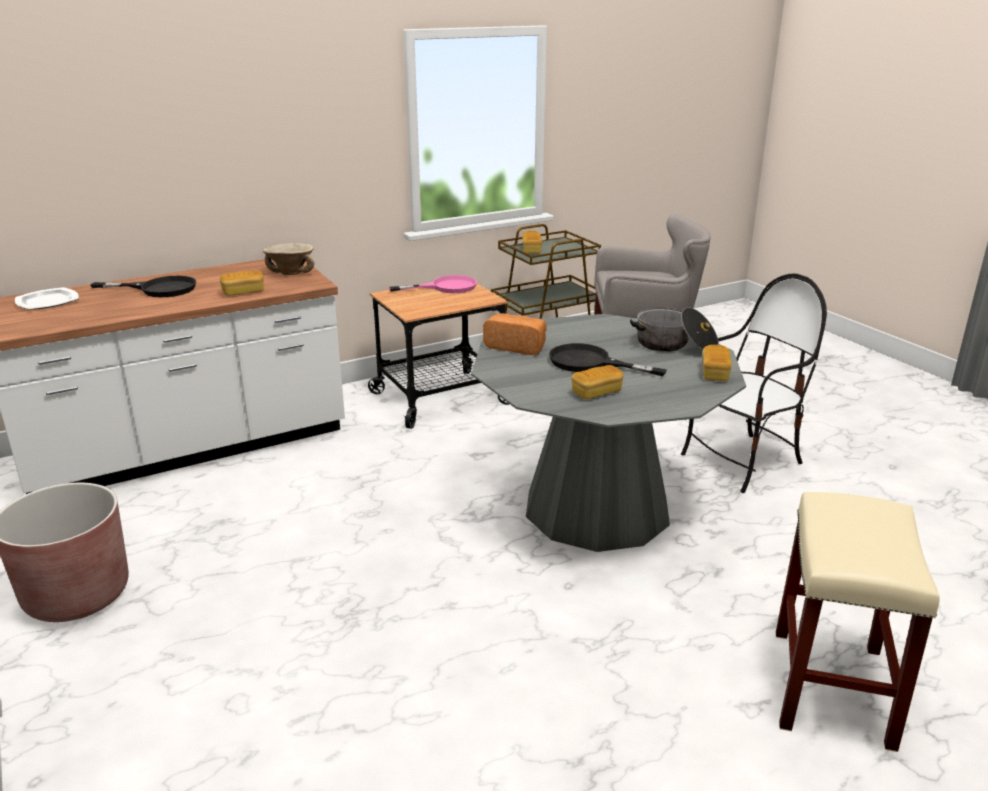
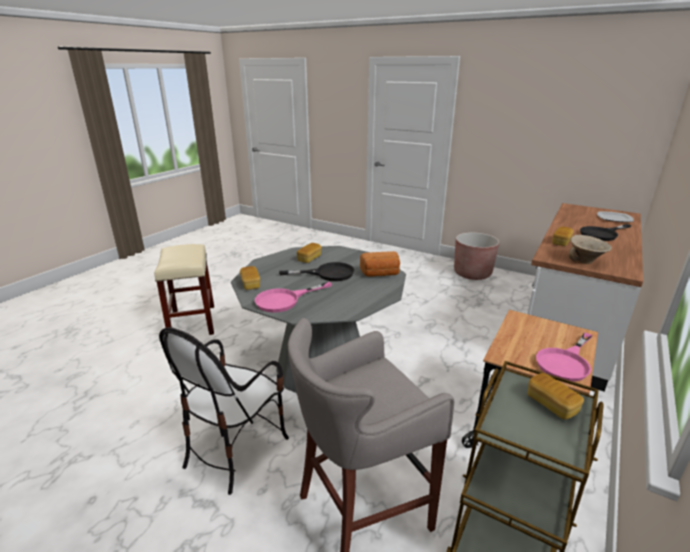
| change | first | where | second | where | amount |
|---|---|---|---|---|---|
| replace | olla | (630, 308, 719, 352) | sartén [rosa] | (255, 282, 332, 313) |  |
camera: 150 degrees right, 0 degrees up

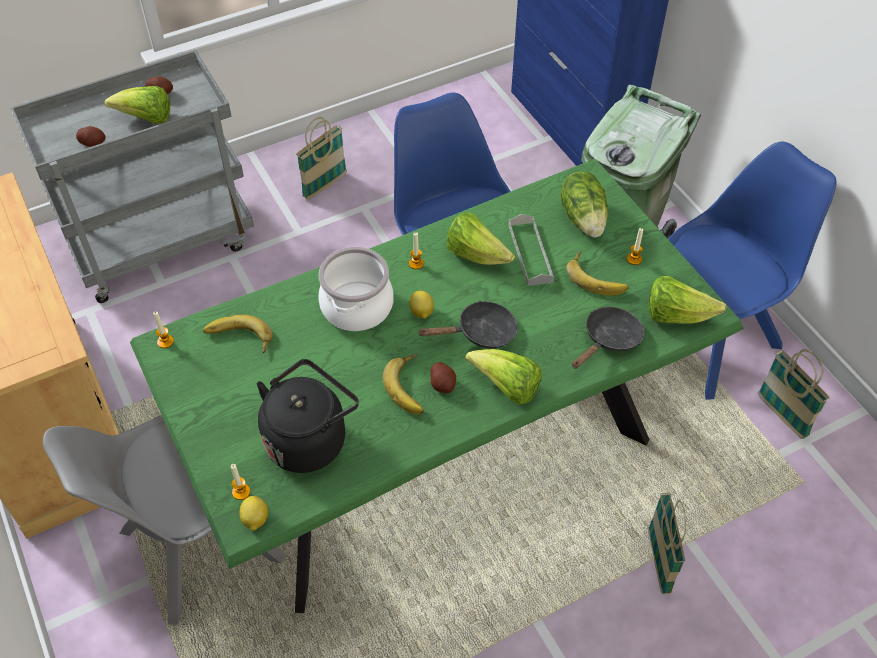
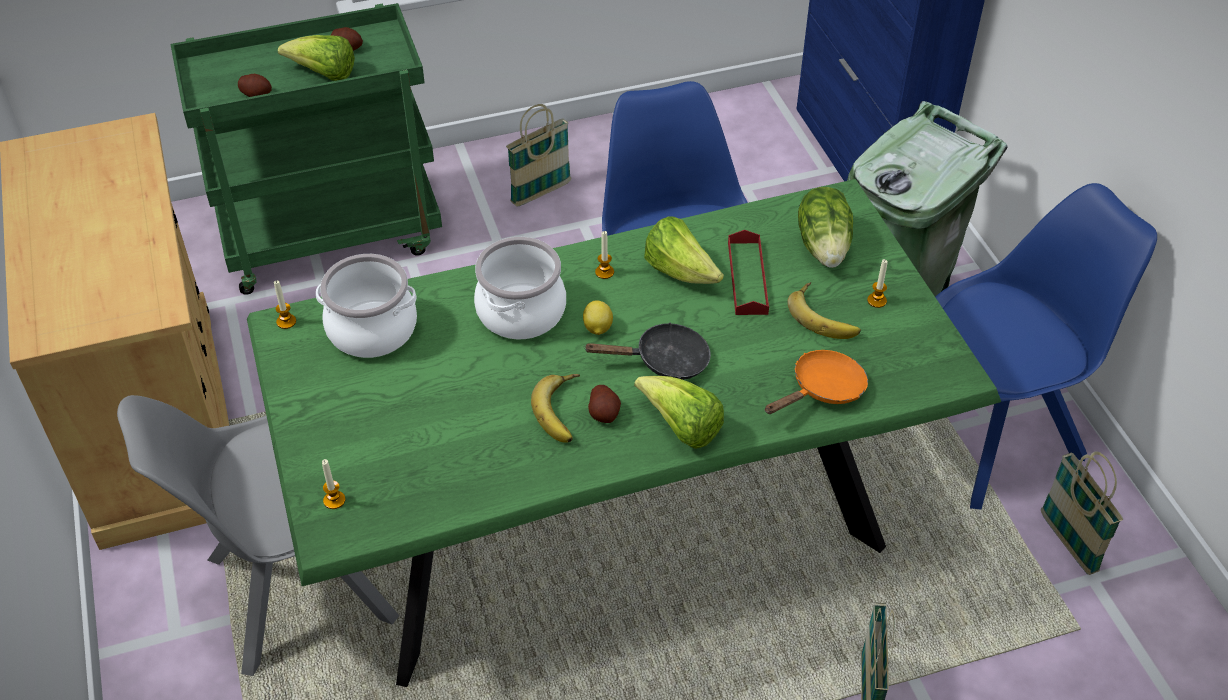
| change | first | where | second | where | amount |
|---|---|---|---|---|---|
| recolor | carrito [gris] | (10, 50, 254, 303) | carrito [verde] | (170, 3, 442, 295) |  |
| replace | plátano | (203, 315, 273, 353) | olla | (316, 254, 417, 358) |  |
| recolor | bandeja [gris] | (508, 214, 554, 286) | bandeja [rojo] | (728, 230, 769, 315) |  |
| recolor | sartén [negro] | (572, 307, 644, 369) | sartén [naranja] | (765, 350, 868, 414) |  |
| delete | limón | (240, 496, 268, 531) |  |  |  |
| delete | hervidor [negro] | (257, 359, 359, 473) |  |  |  |
| delete | lechuga | (649, 276, 727, 324) |  |  |  |
camera: 10 degrees right, 5 degrees down

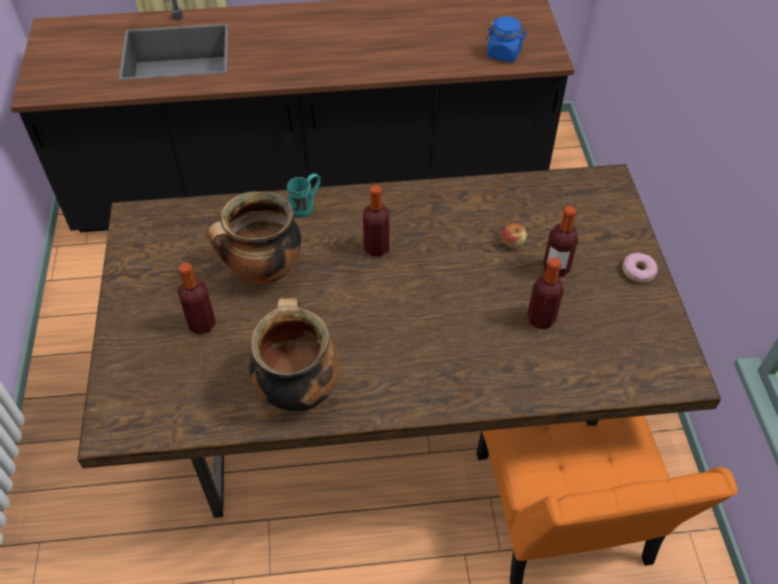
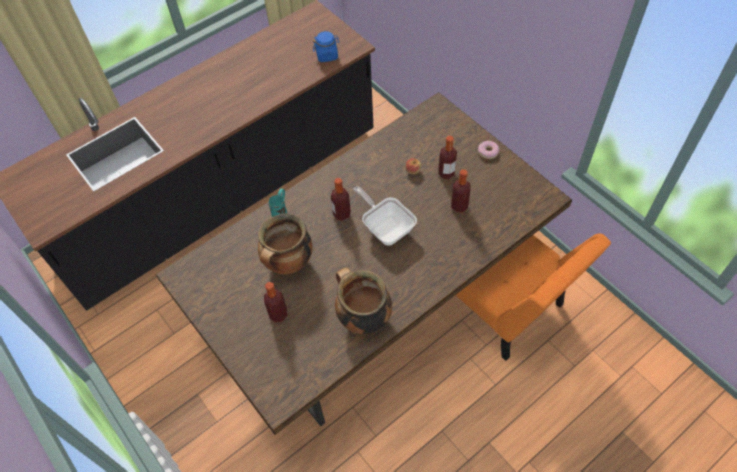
| change | first | where | second | where | amount |
|---|---|---|---|---|---|
| insert |  |  | sartén | (353, 186, 417, 246) |  |
camera: 30 degrees left, 5 degrees up

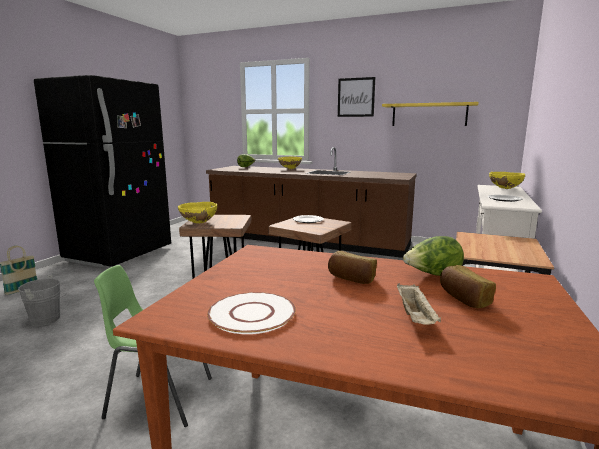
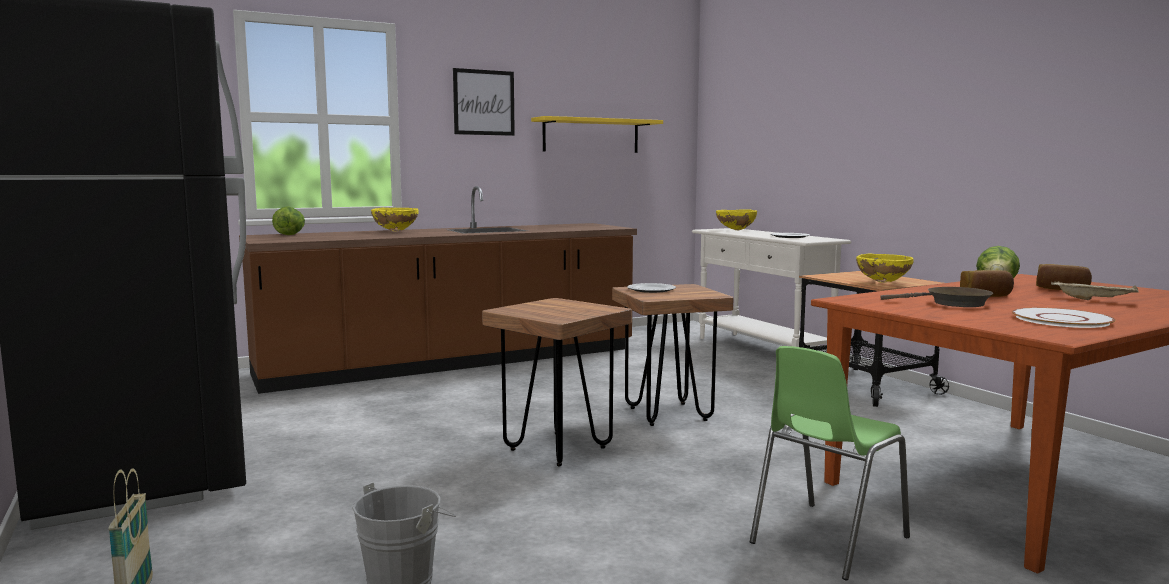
| change | first | where | second | where | amount |
|---|---|---|---|---|---|
| move | cuenco [amarillo] | (178, 202, 217, 223) |  | (856, 254, 913, 283) |  |
| insert |  |  | sartén [marrón] | (880, 287, 993, 307) |  |
camera: 50 degrees left, 5 degrees down

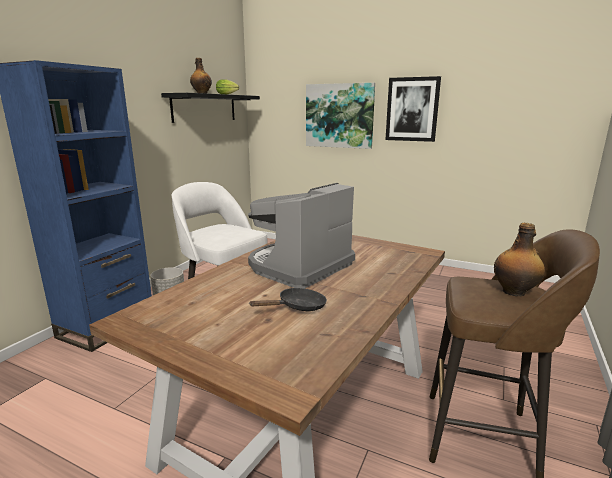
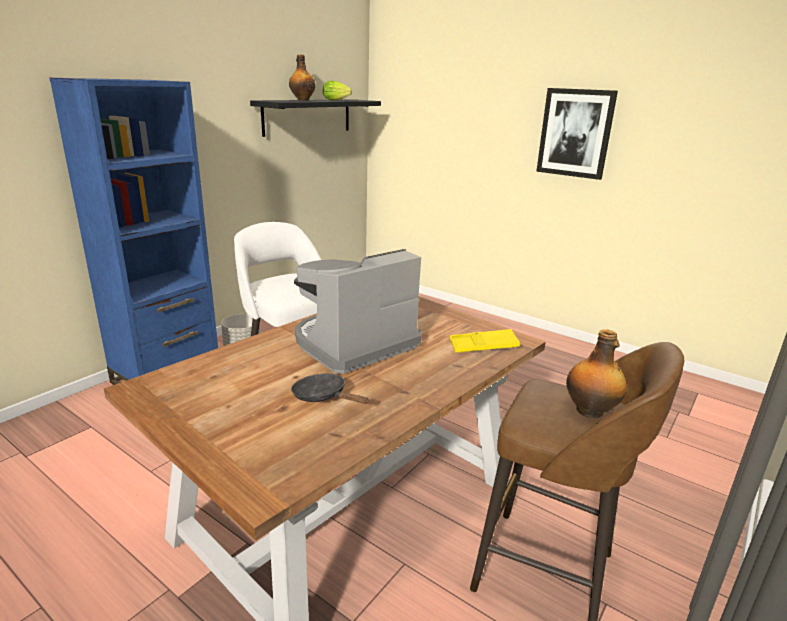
| change | first | where | second | where | amount |
|---|---|---|---|---|---|
| rotate | sartén [negro] | (249, 288, 327, 311) |  | (291, 374, 369, 404) | 120 degrees counterclockwise |
| insert |  |  | bandeja [amarillo] | (450, 329, 520, 353) |  |
| delete | cuadro | (306, 83, 375, 149) |  |  |  |
camera: 10 degrees right, 5 degrees up

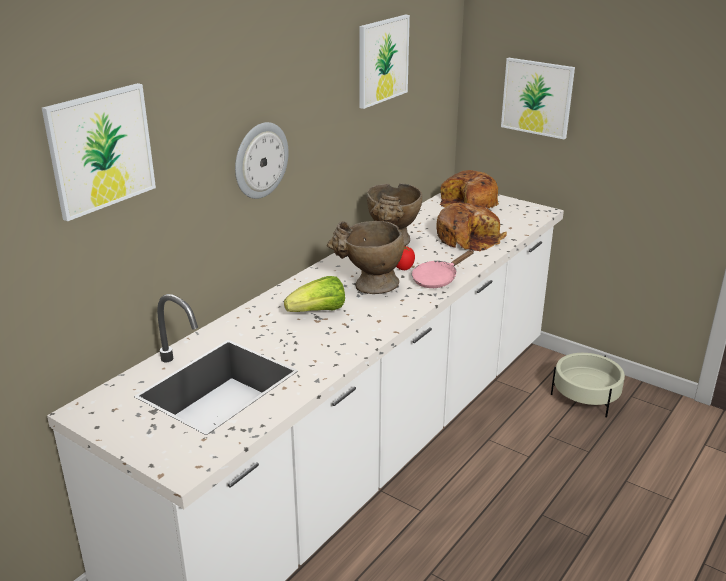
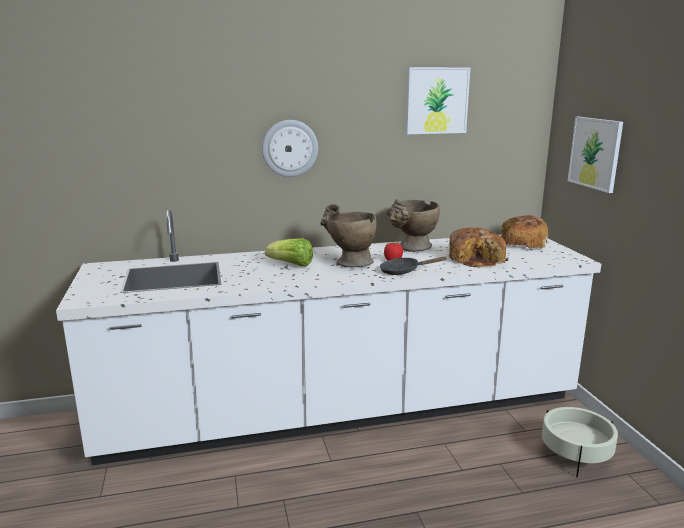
| change | first | where | second | where | amount |
|---|---|---|---|---|---|
| recolor | sartén [rosa] | (412, 250, 474, 288) | sartén [negro] | (380, 257, 446, 275) |  |
| delete | cuadro | (42, 83, 156, 221) |  |  |  |
camera: 40 degrees right, 10 degrees down

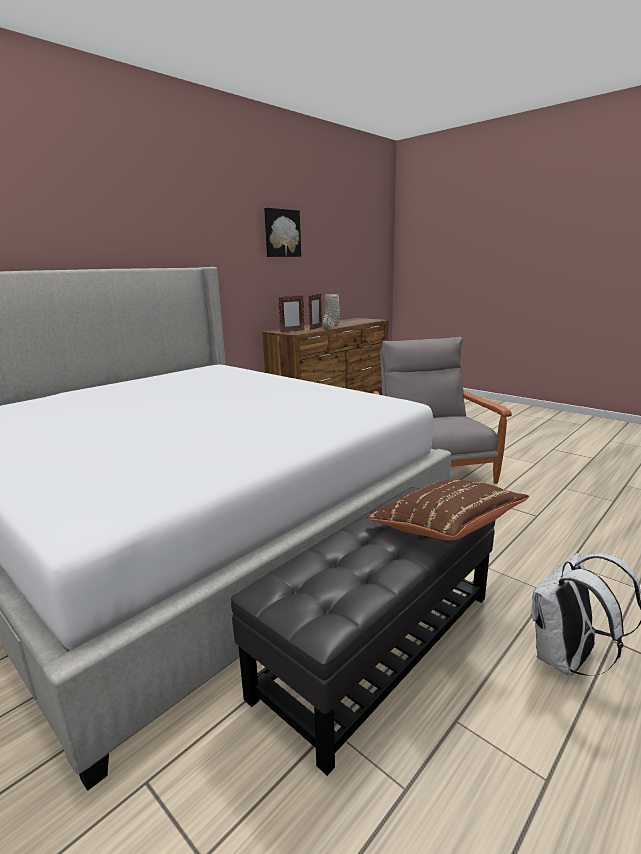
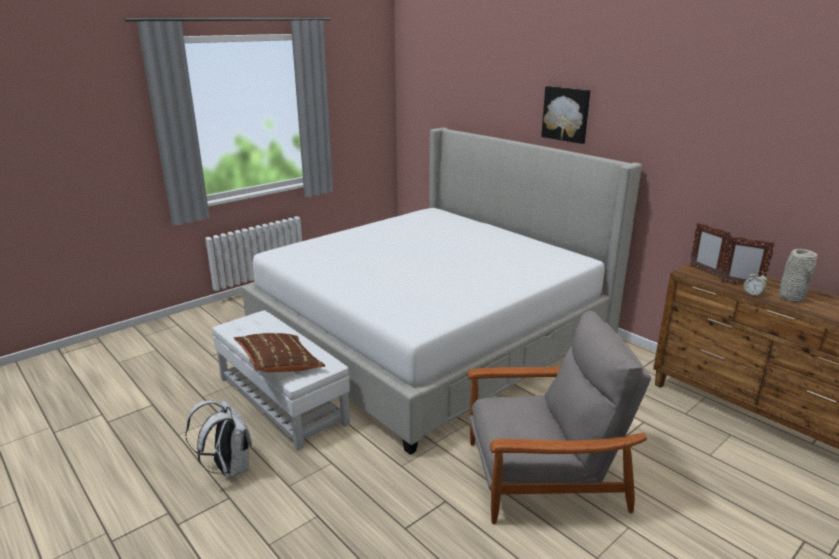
| change | first | where | second | where | amount |
|---|---|---|---|---|---|
| recolor | puf [negro] | (231, 487, 495, 776) | puf [blanco] | (212, 310, 350, 451) |  |
| move | cuadro | (264, 208, 301, 257) |  | (541, 86, 590, 144) |  |
camera: 95 degrees right, 5 degrees up

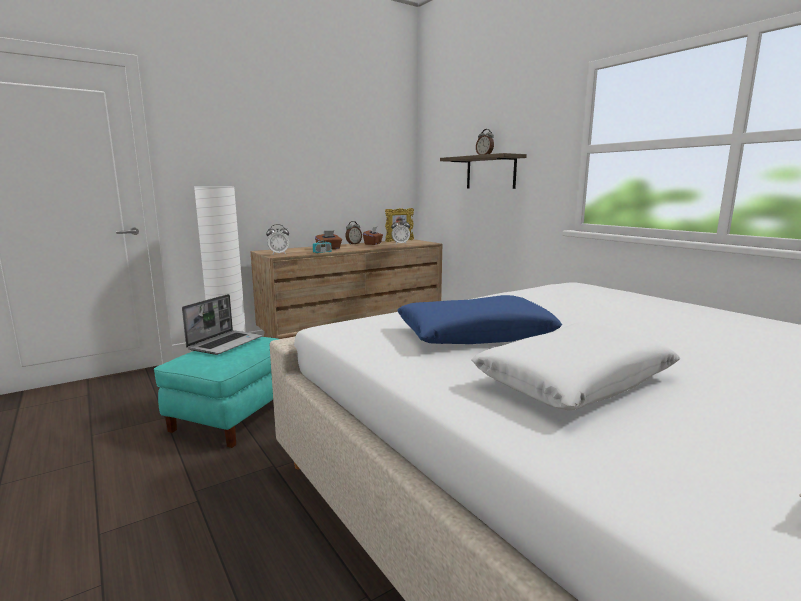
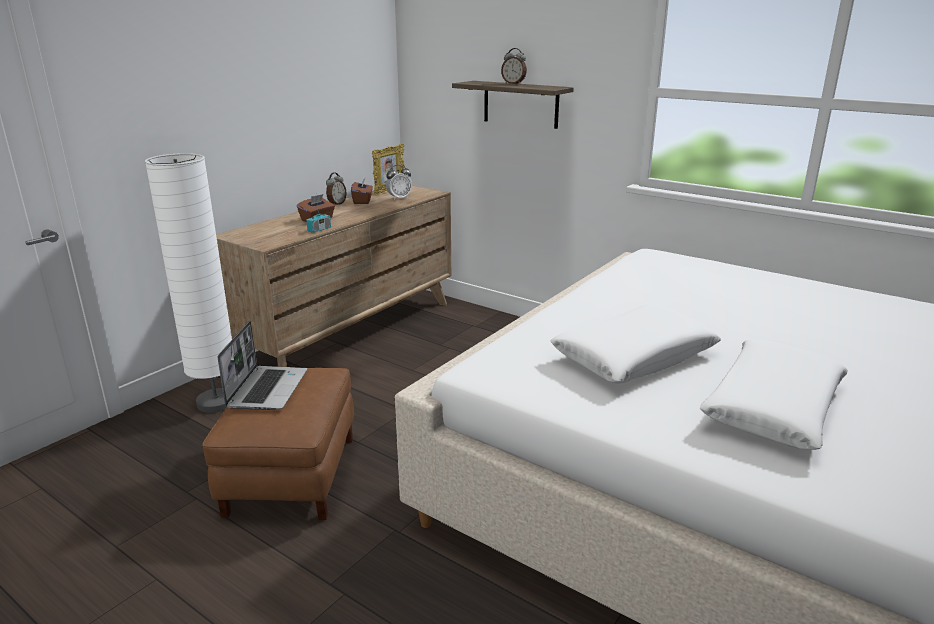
| change | first | where | second | where | amount |
|---|---|---|---|---|---|
| recolor | puf [turquesa] | (154, 337, 278, 448) | puf [marrón] | (202, 368, 354, 520) |  |
| recolor | cojín [azul] | (397, 295, 562, 344) | cojín [blanco] | (550, 304, 721, 383) |  |
| delete | despertador | (266, 224, 289, 254) |  |  |  |
camera: 20 degrees left, 10 degrees up

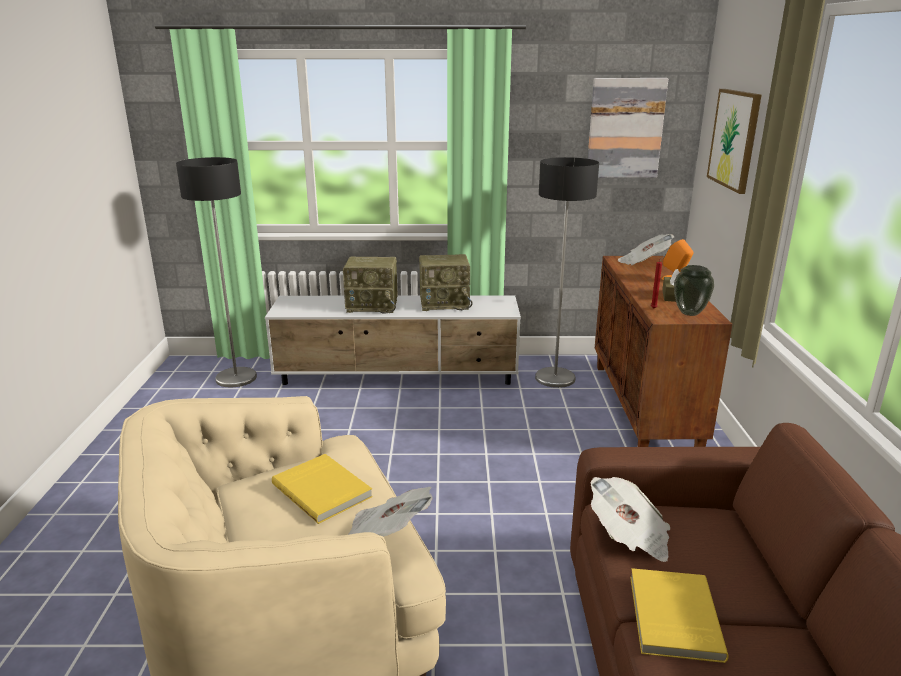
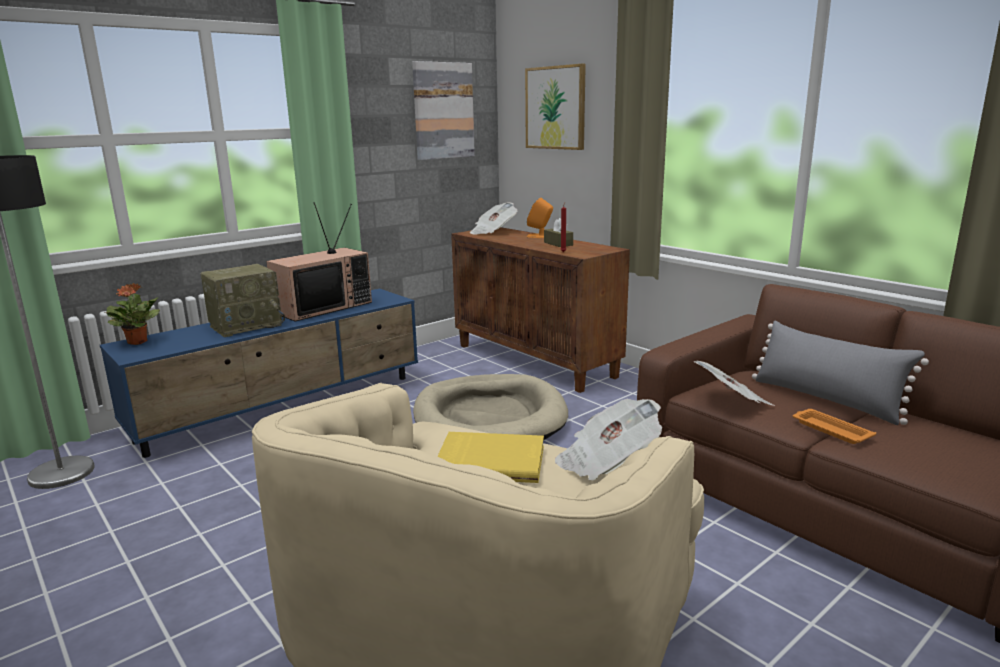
| change | first | where | second | where | amount |
|---|---|---|---|---|---|
| recolor | mueble de televisión [blanco] | (265, 295, 521, 385) | mueble de televisión [azul] | (100, 289, 418, 458) |  |
| insert |  |  | planta en maceta | (104, 283, 160, 345) |  |
| replace | radio | (419, 254, 473, 311) | televisor | (266, 202, 372, 321) |  |
| insert |  |  | cama para perro [beis] | (413, 374, 568, 440) |  |
| insert |  |  | cojín [gris] | (752, 321, 929, 425) |  |
| replace | libro [amarillo] | (630, 568, 729, 663) | bandeja [naranja] | (793, 409, 876, 444) |  |
| delete | lámpara de pie | (535, 157, 599, 388) |  |  |  |
| delete | florero | (674, 265, 714, 316) |  |  |  |
camera: 40 degrees left, 5 degrees down

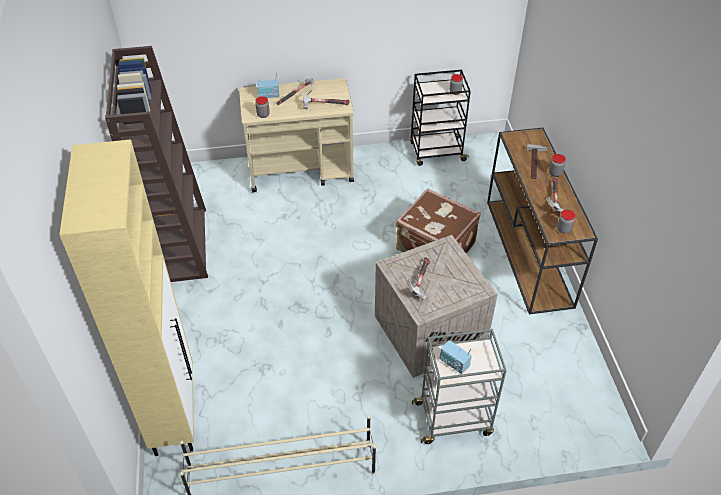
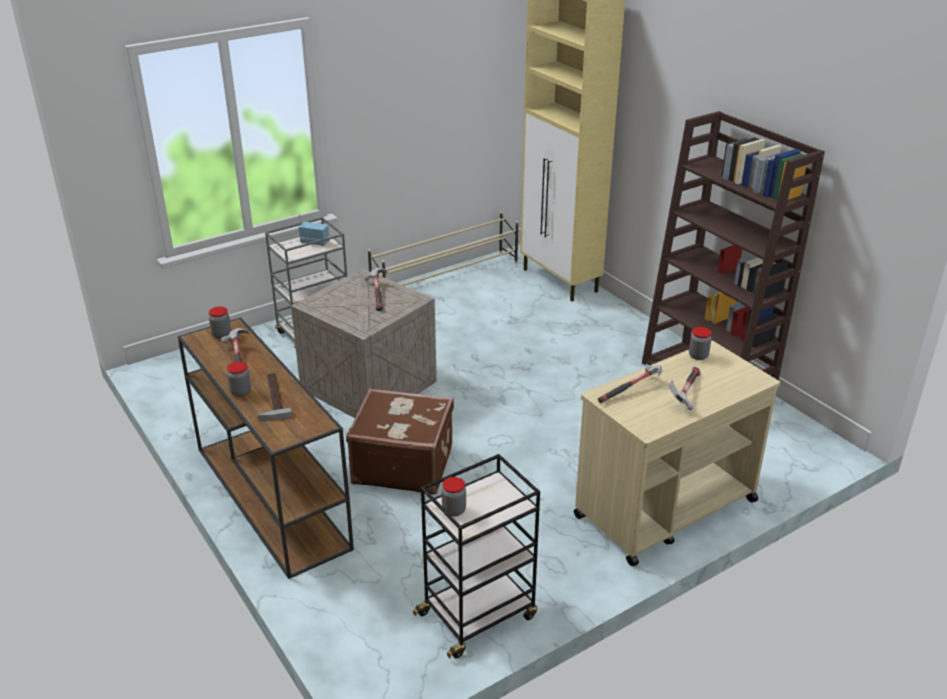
| change | first | where | second | where | amount |
|---|---|---|---|---|---|
| delete | radio | (257, 72, 279, 98) |  |  |  |
camera: 155 degrees right, 15 degrees down

